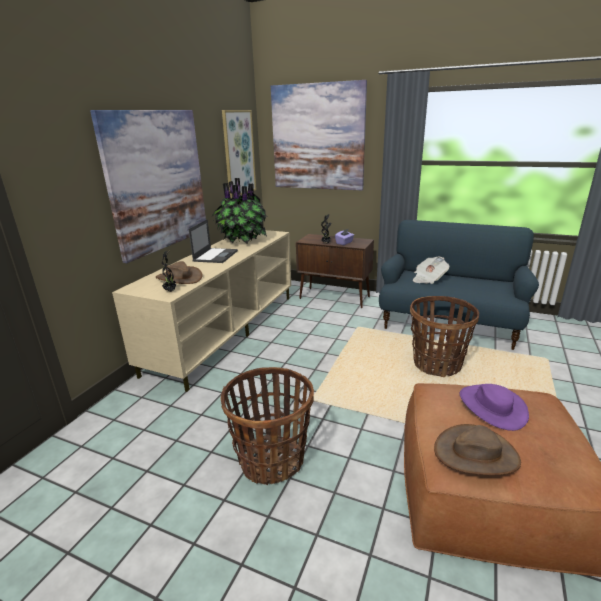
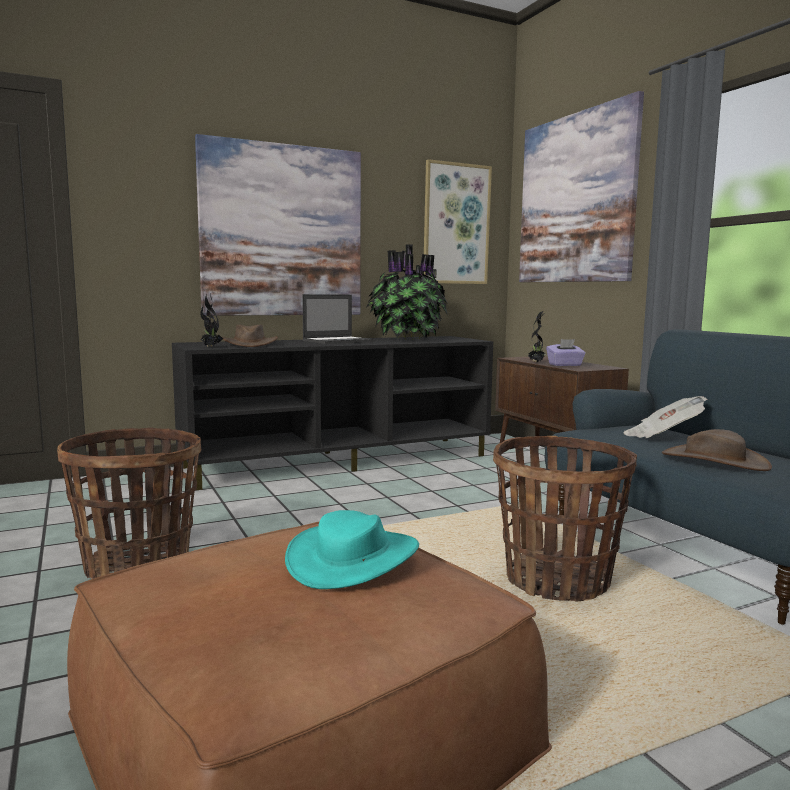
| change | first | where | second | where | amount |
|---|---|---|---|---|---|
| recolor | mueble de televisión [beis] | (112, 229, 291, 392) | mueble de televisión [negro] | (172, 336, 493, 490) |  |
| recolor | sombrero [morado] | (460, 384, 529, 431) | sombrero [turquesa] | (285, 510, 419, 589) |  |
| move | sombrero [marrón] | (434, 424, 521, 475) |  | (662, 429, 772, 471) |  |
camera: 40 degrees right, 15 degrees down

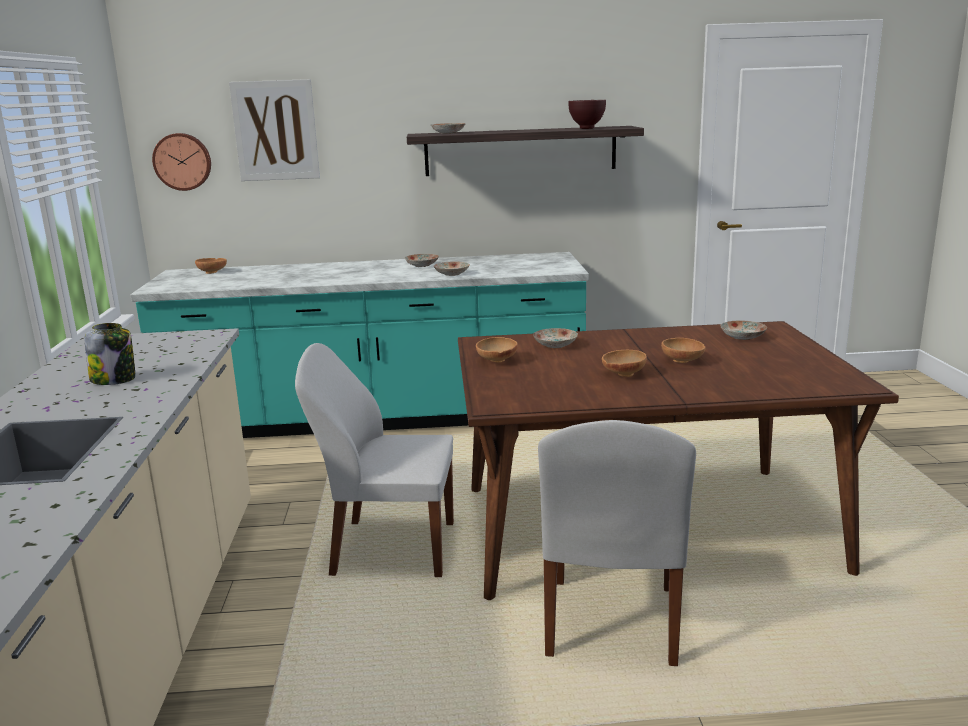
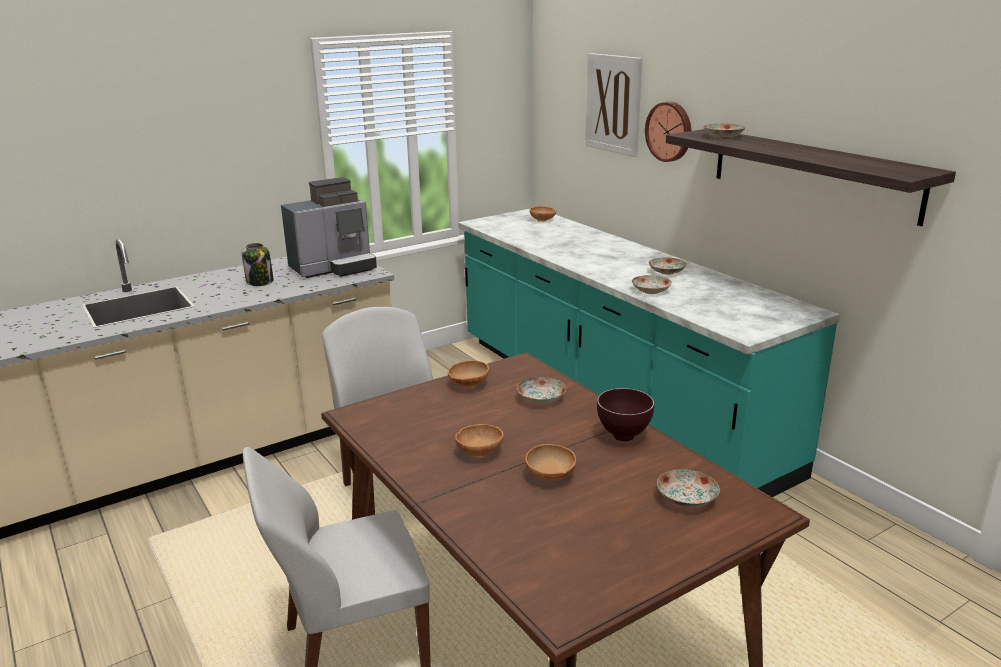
| change | first | where | second | where | amount |
|---|---|---|---|---|---|
| insert |  |  | cafetera | (281, 177, 377, 278) |  |
| move | cuenco [marrón] | (568, 100, 606, 129) |  | (597, 388, 655, 441) |  |
| move | reloj de pared | (152, 133, 211, 191) |  | (645, 102, 691, 162) |  |
camera: 60 degrees right, 5 degrees up

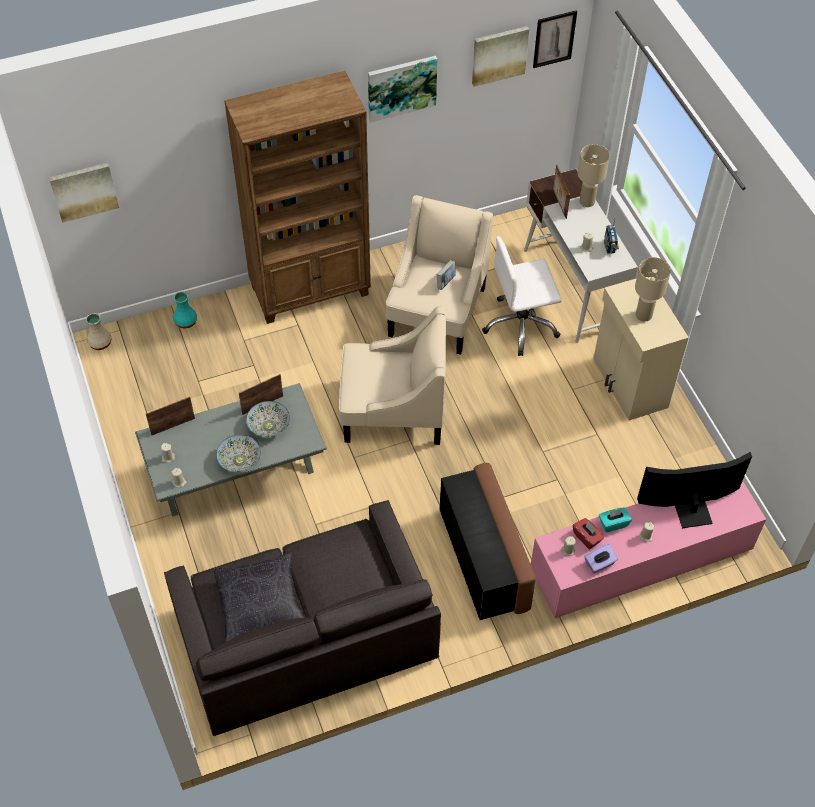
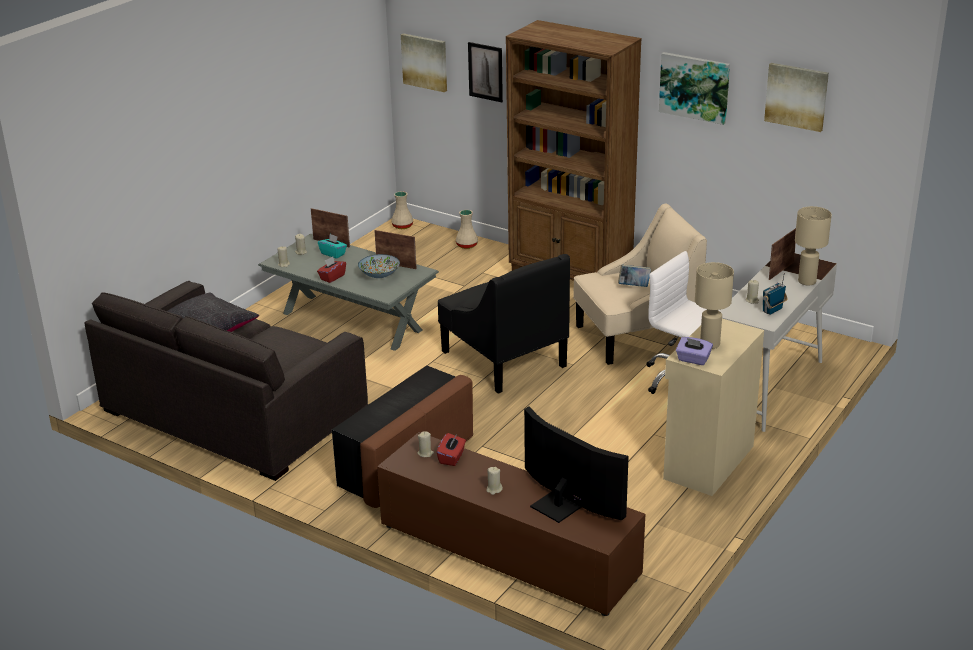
| change | first | where | second | where | amount |
|---|---|---|---|---|---|
| replace | cuenco | (216, 435, 261, 472) | caja de pañuelos [rojo] | (317, 256, 346, 283) |  |
| move | caja de pañuelos [turquesa] | (599, 508, 632, 533) |  | (318, 234, 347, 259) |  |
| recolor | mueble de televisión [rosa] | (531, 481, 766, 618) | mueble de televisión [marrón] | (377, 432, 645, 616) |  |
| recolor | sillón [beis] | (339, 306, 446, 445) | sillón [negro] | (438, 254, 570, 394) |  |
| recolor | florero [turquesa] | (173, 291, 197, 328) | florero [beis] | (456, 210, 478, 249) |  |
| move | cuadro | (533, 10, 577, 68) |  | (468, 42, 503, 102) |  |
| move | caja de pañuelos [morado] | (585, 544, 618, 574) |  | (676, 337, 713, 365) |  |
camera: 55 degrees right, 25 degrees down

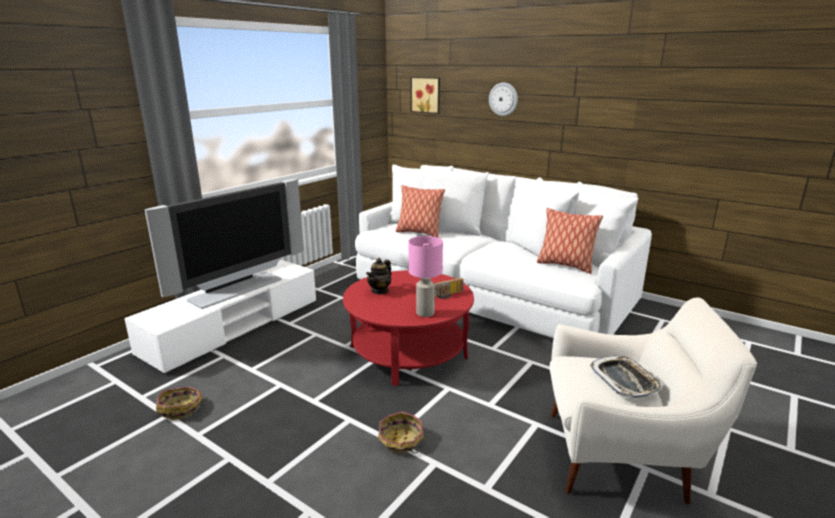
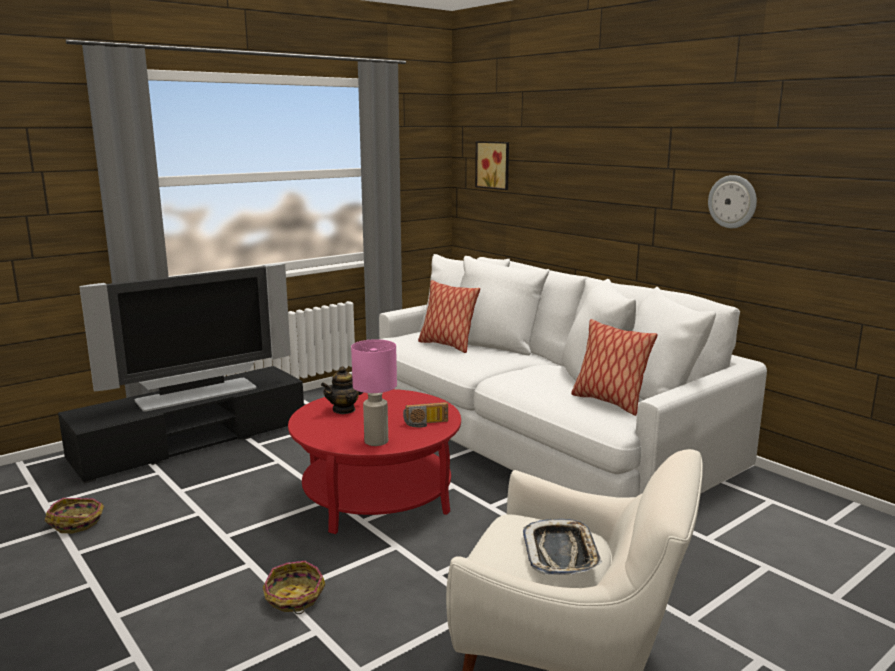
| change | first | where | second | where | amount |
|---|---|---|---|---|---|
| recolor | mueble de televisión [blanco] | (124, 260, 316, 374) | mueble de televisión [negro] | (58, 366, 304, 484) |  |
| move | reloj de pared | (489, 83, 518, 116) |  | (708, 175, 757, 228) |  |
camera: 15 degrees right, 5 degrees down

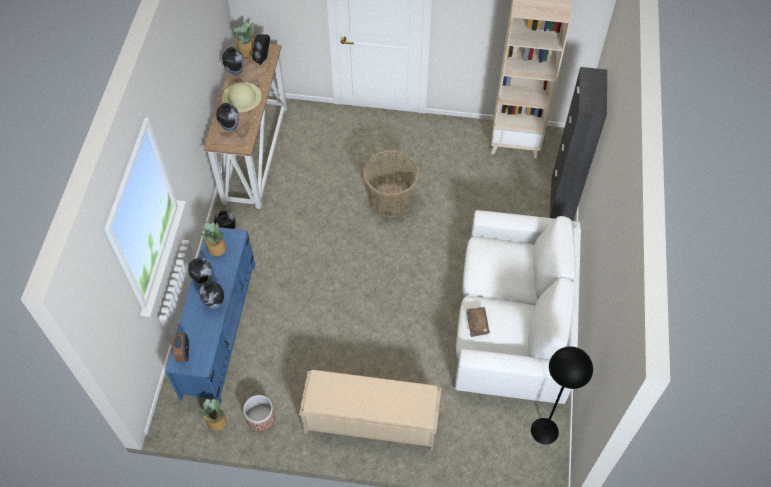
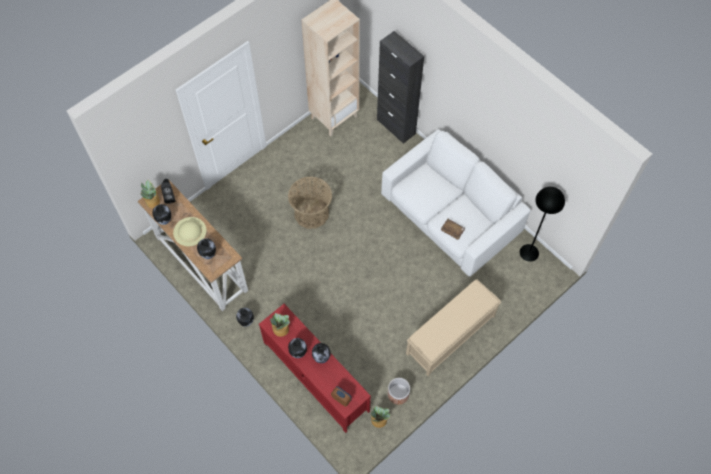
| change | first | where | second | where | amount |
|---|---|---|---|---|---|
| recolor | mueble de televisión [azul] | (165, 227, 255, 405) | mueble de televisión [rojo] | (259, 304, 371, 433) |  |
camera: 50 degrees left, 5 degrees up

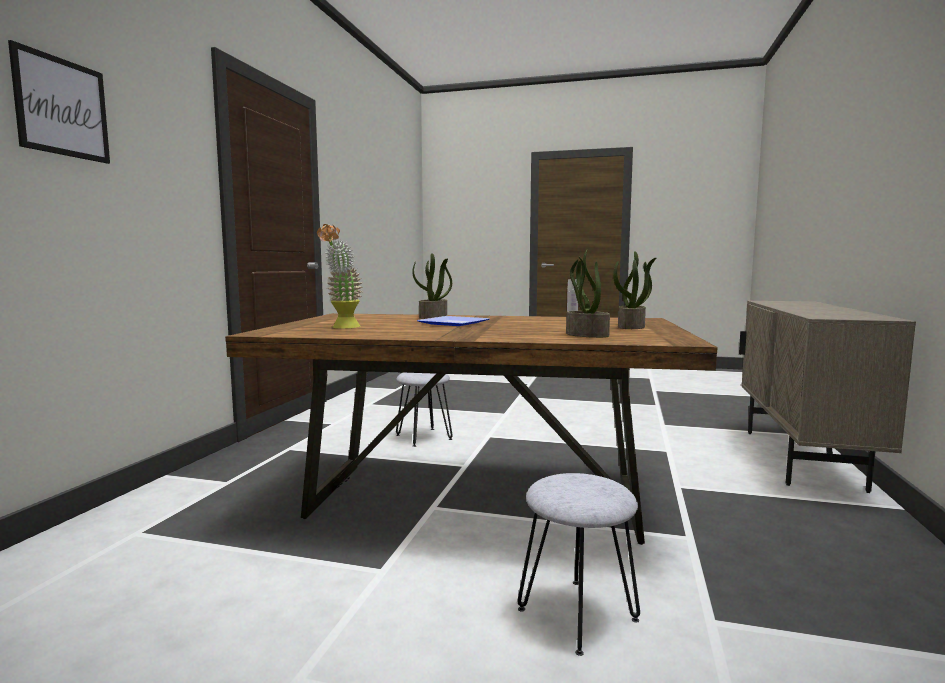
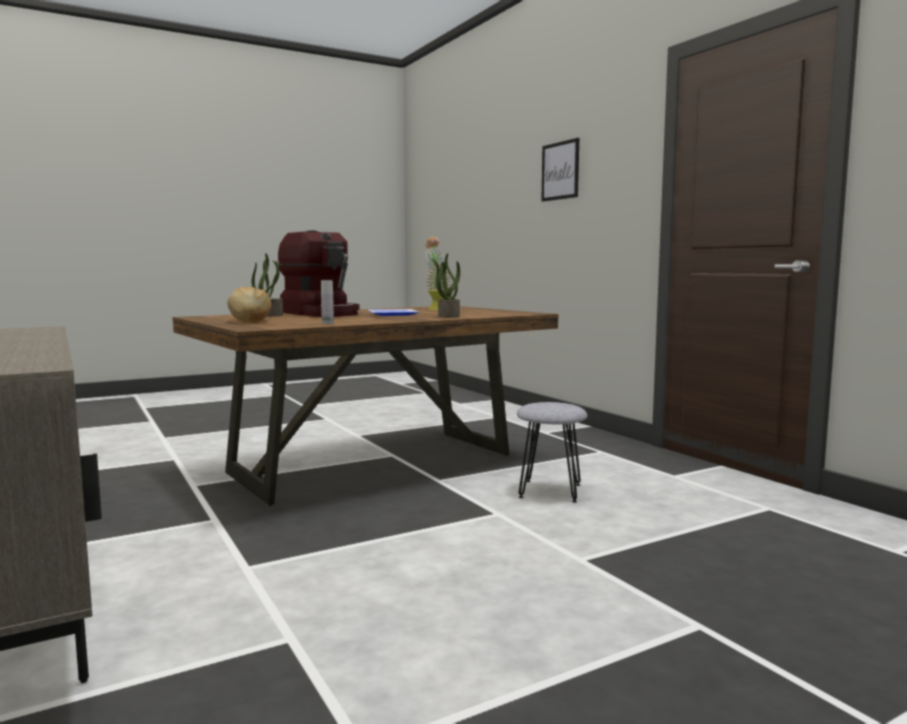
| change | first | where | second | where | amount |
|---|---|---|---|---|---|
| replace | planta en maceta | (613, 251, 656, 329) | pan | (227, 287, 272, 323) |  |
| insert |  |  | cafetera | (278, 230, 360, 317) |  |
| delete | taburete [gris] | (518, 473, 640, 656) |  |  |  |
camera: 135 degrees right, 0 degrees up

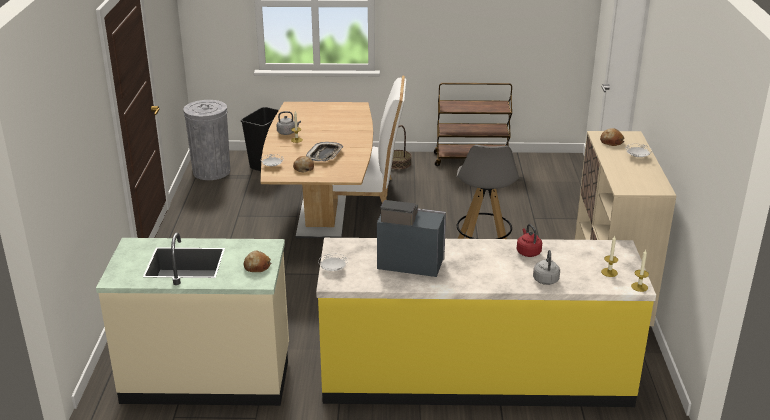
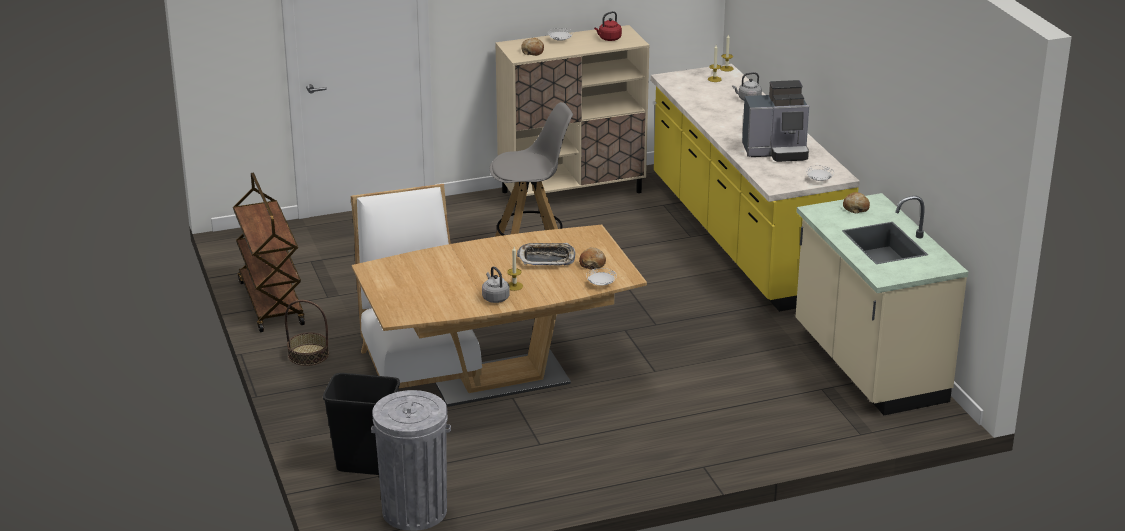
| change | first | where | second | where | amount |
|---|---|---|---|---|---|
| move | hervidor [rojo] | (517, 224, 542, 257) |  | (594, 11, 622, 41) |  |
| rotate | cafetera | (377, 200, 446, 277) |  | (742, 80, 809, 162) | 90 degrees counterclockwise |
camera: 110 degrees left, 0 degrees up

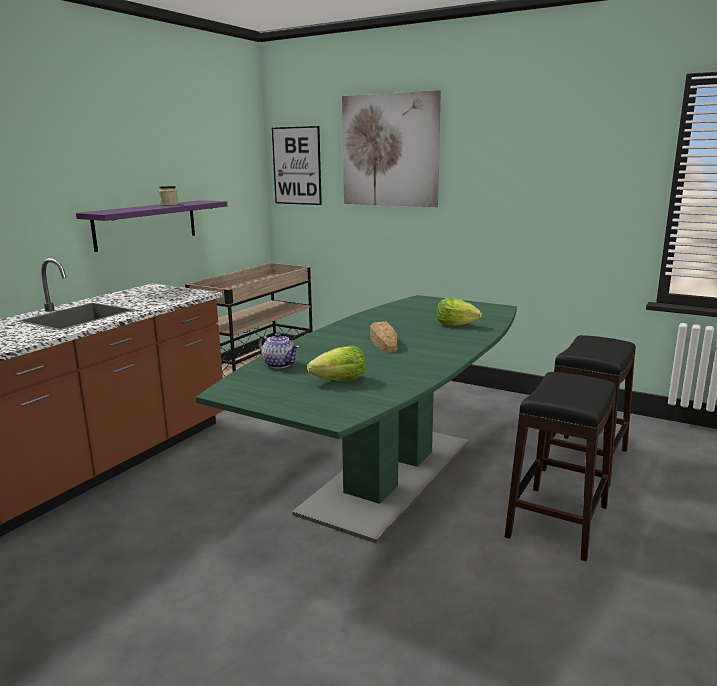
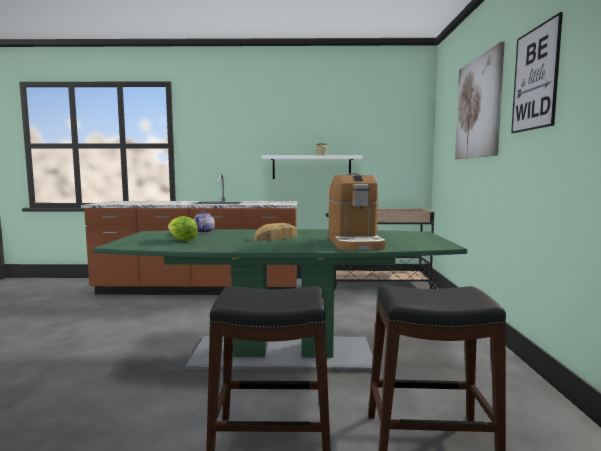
| change | first | where | second | where | amount |
|---|---|---|---|---|---|
| recolor | estante [morado] | (76, 200, 227, 252) | estante [blanco] | (262, 155, 363, 179) |  |
| replace | lechuga | (436, 298, 482, 326) | cafetera | (328, 173, 386, 251) |  |
| move | cuadro | (272, 126, 322, 205) |  | (511, 12, 563, 133) |  |
camera: 60 degrees right, 10 degrees down

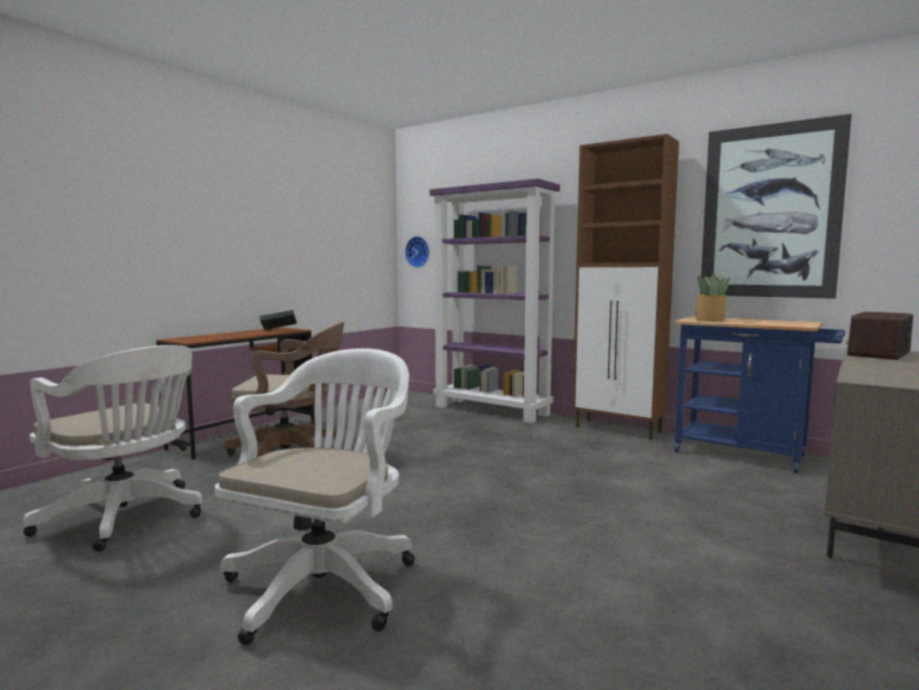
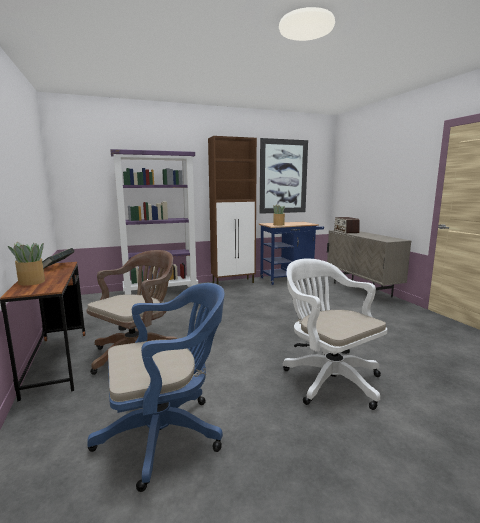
| change | first | where | second | where | amount |
|---|---|---|---|---|---|
| insert |  |  | planta en maceta | (8, 242, 45, 286) |  |
| recolor | silla de oficina [blanco] | (23, 345, 202, 552) | silla de oficina [azul] | (87, 283, 225, 492) |  |
| delete | reloj de pared | (405, 236, 429, 268) |  |  |  |
camera: 55 degrees left, 5 degrees up

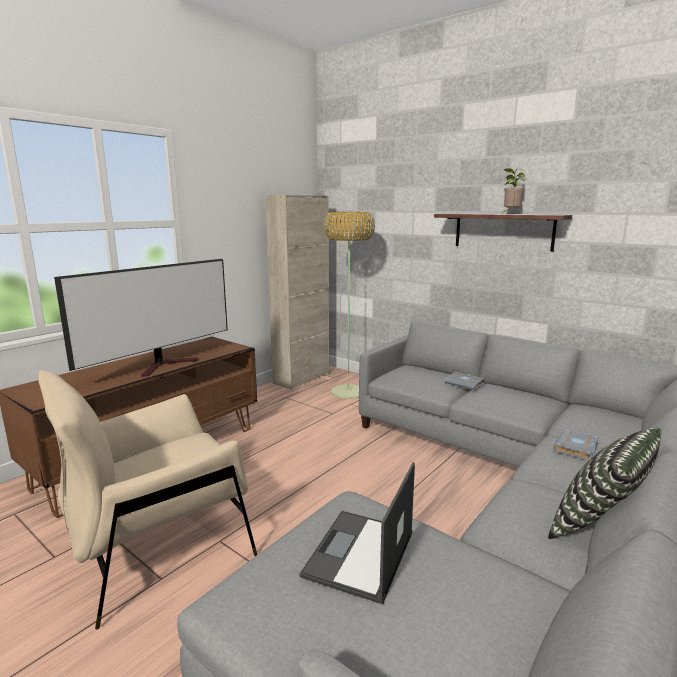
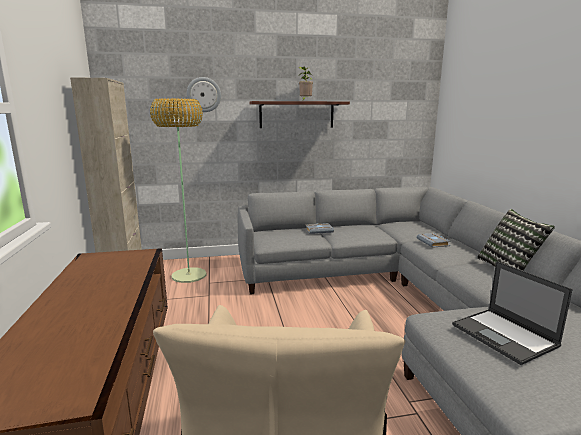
| change | first | where | second | where | amount |
|---|---|---|---|---|---|
| insert |  |  | reloj de pared | (187, 77, 221, 112) |  |
| delete | televisor | (54, 259, 228, 377) |  |  |  |
camera: 50 degrees left, 0 degrees up

